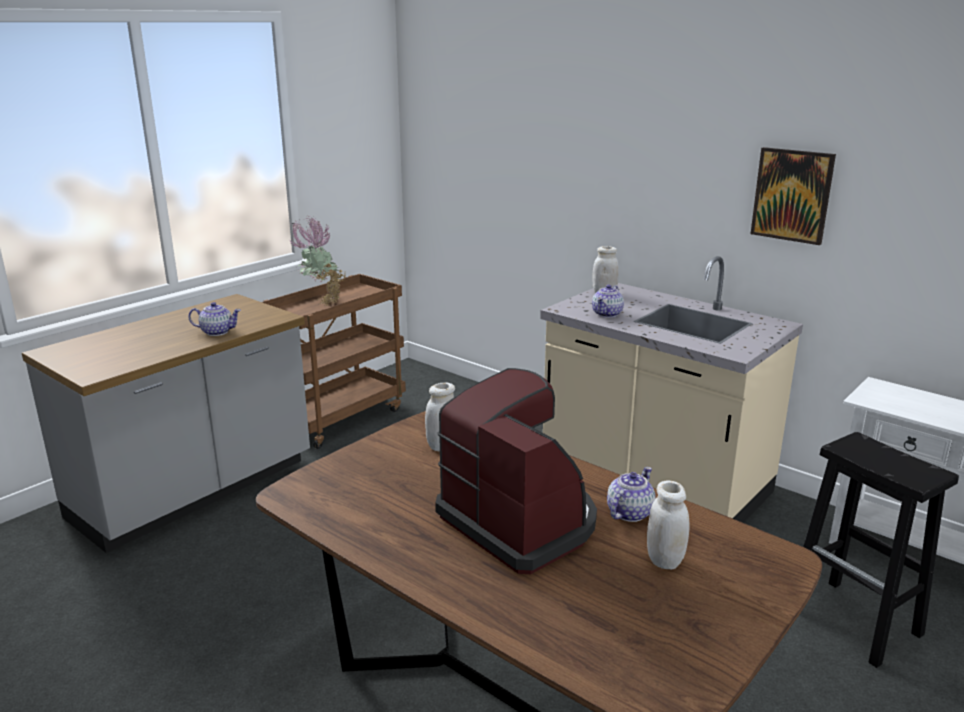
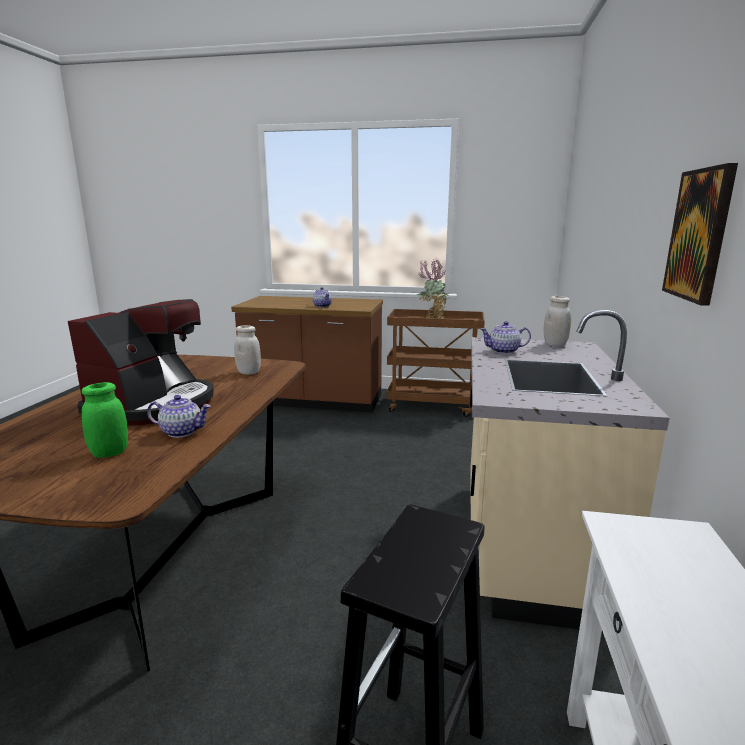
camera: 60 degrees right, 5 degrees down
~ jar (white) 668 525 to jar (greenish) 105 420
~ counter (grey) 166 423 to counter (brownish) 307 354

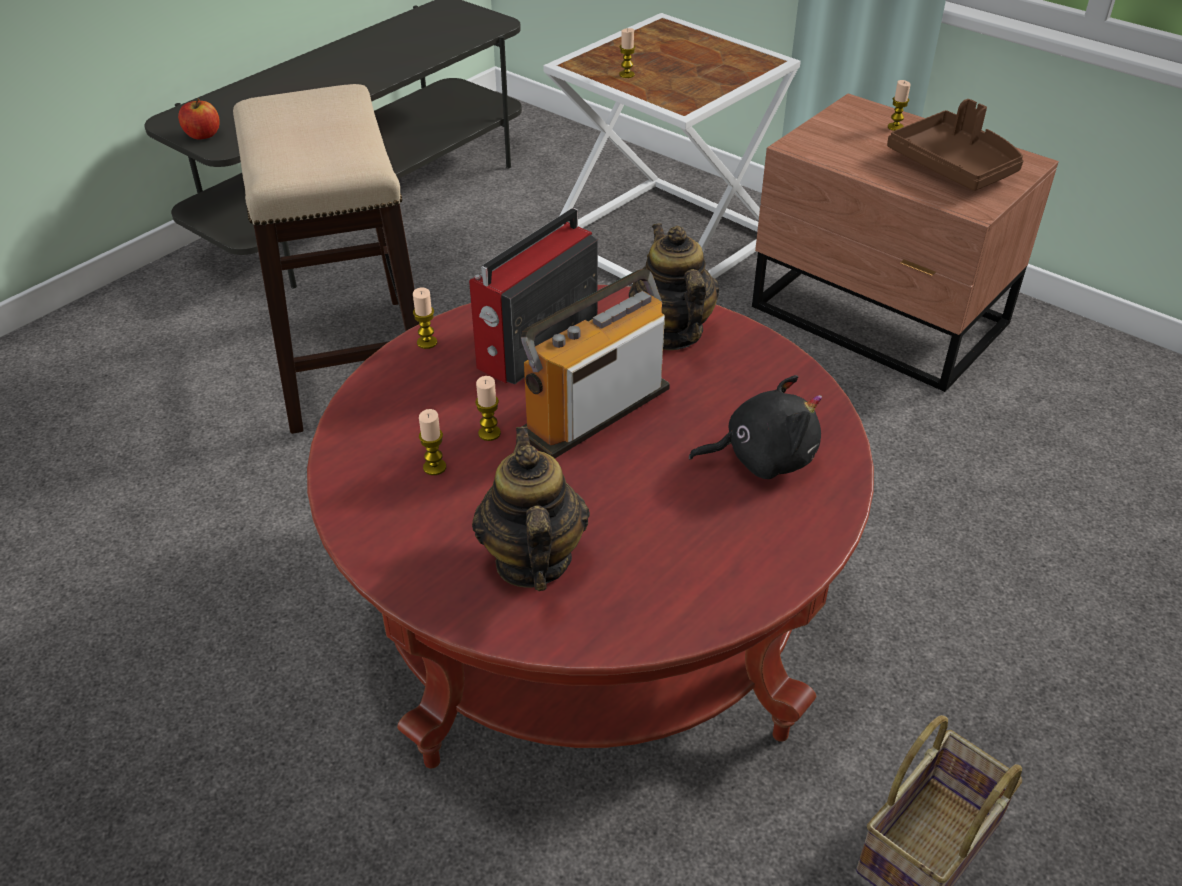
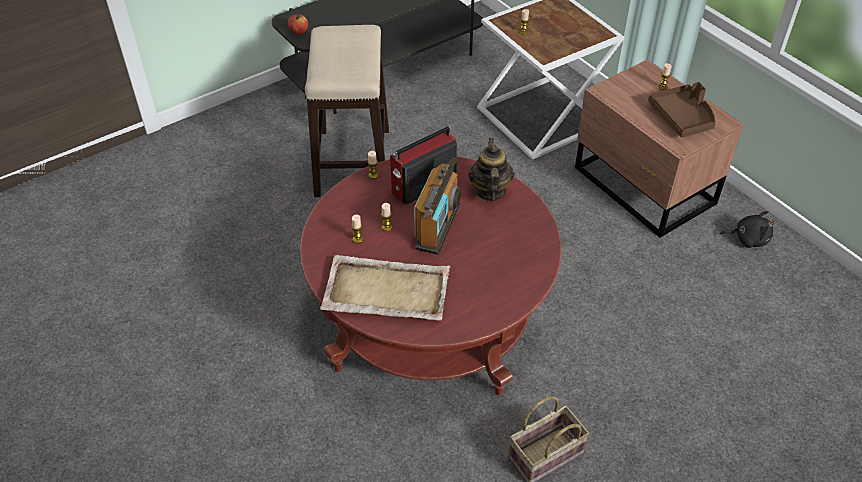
camera: 15 degrees right, 5 degrees up
~ pot for tea 531 509 to serving tray (beige) 385 288
~ radio 595 364 = 437 206 135 degrees clockwise
~ cuddly toy (blackish) 755 427 to 747 229

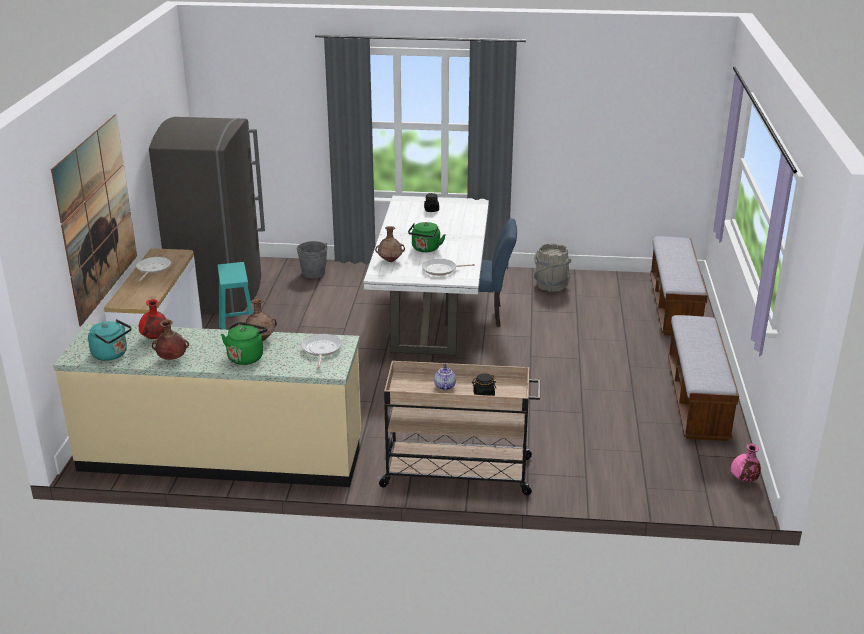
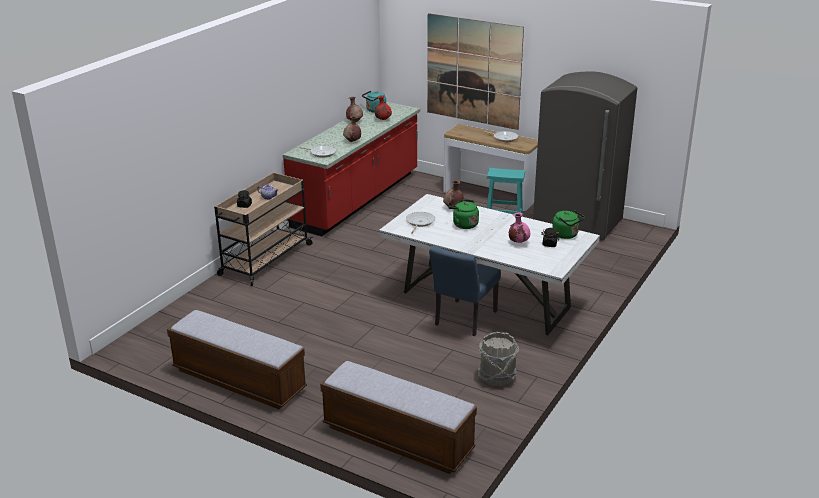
camera: 115 degrees right, 0 degrees up
~ counter (beige) 207 405 to counter (red) 351 169
~ vase (pink-coloured) 746 462 to 519 227
~ tea kettle (greenish) 244 343 to 568 224
- bucket (grey) 312 259

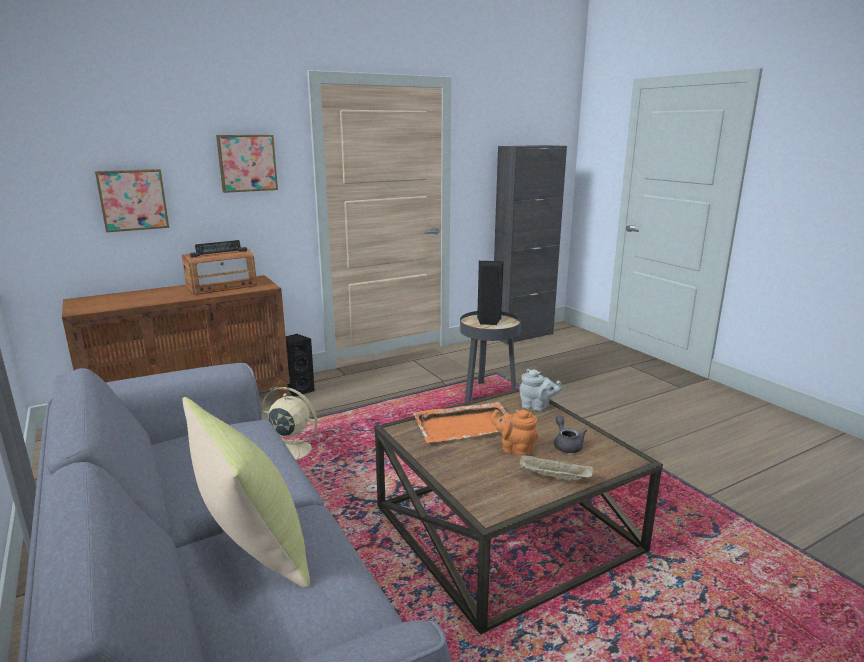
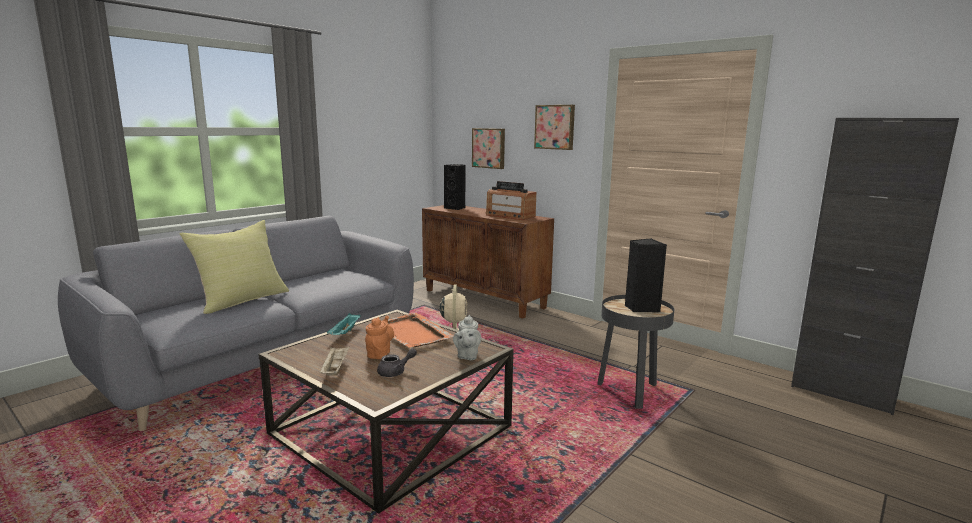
camera: 70 degrees right, 5 degrees down
+ serving tray (turquoise) 344 324
~ audio speaker (blackish) 300 365 to 455 187

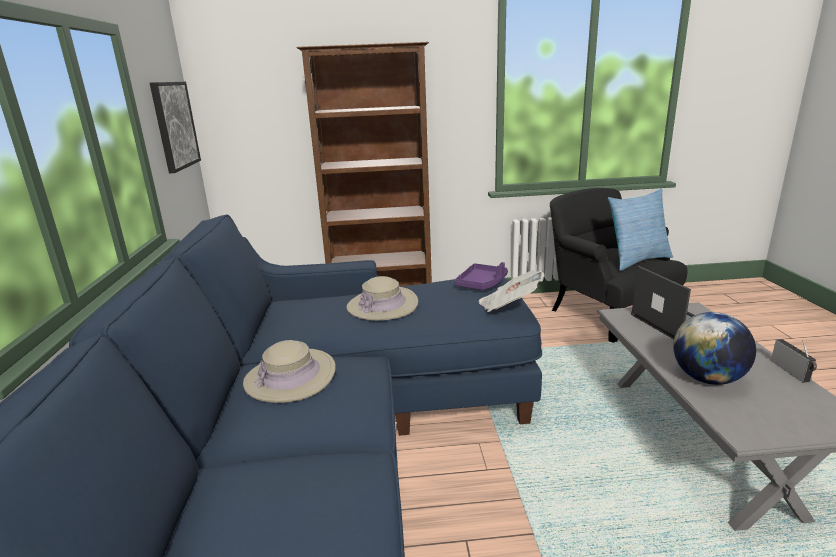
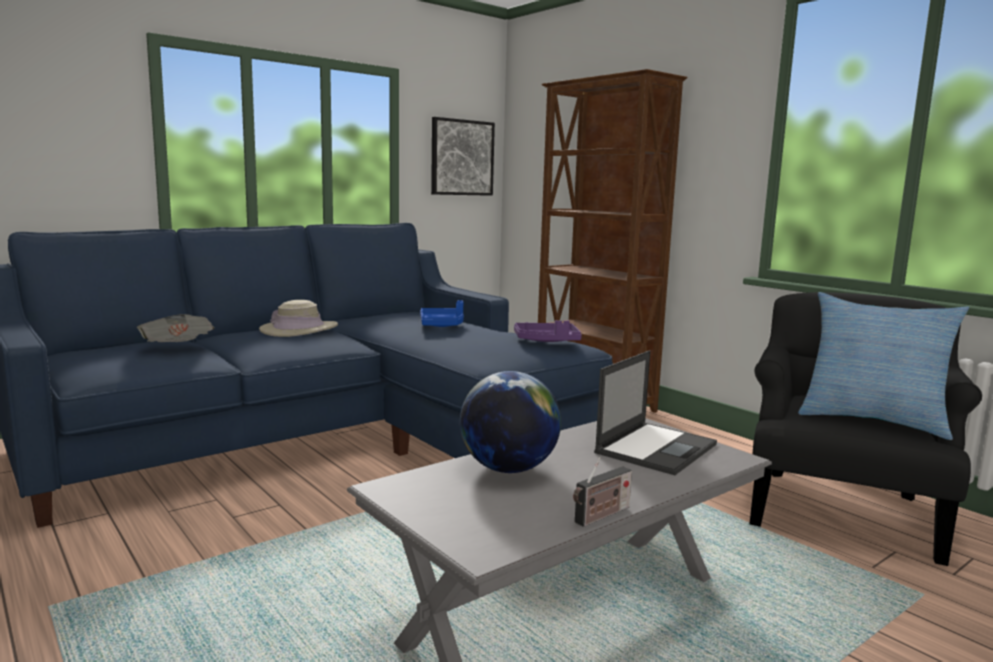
camera: 55 degrees right, 10 degrees down
~ newspaper 511 291 to 175 328
~ wearable hat (beige) 382 298 to serving tray (bluish) 442 313

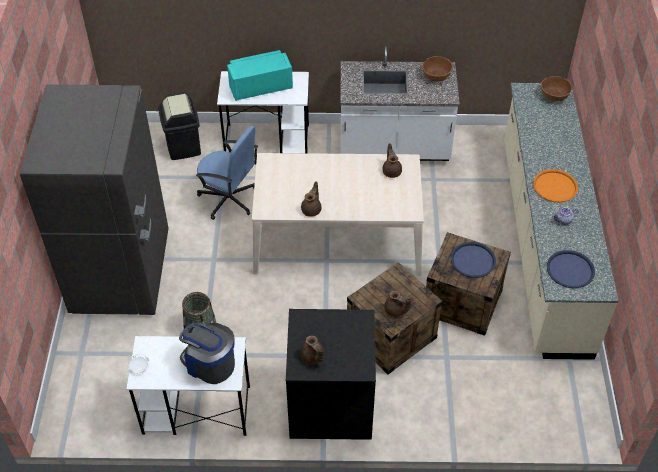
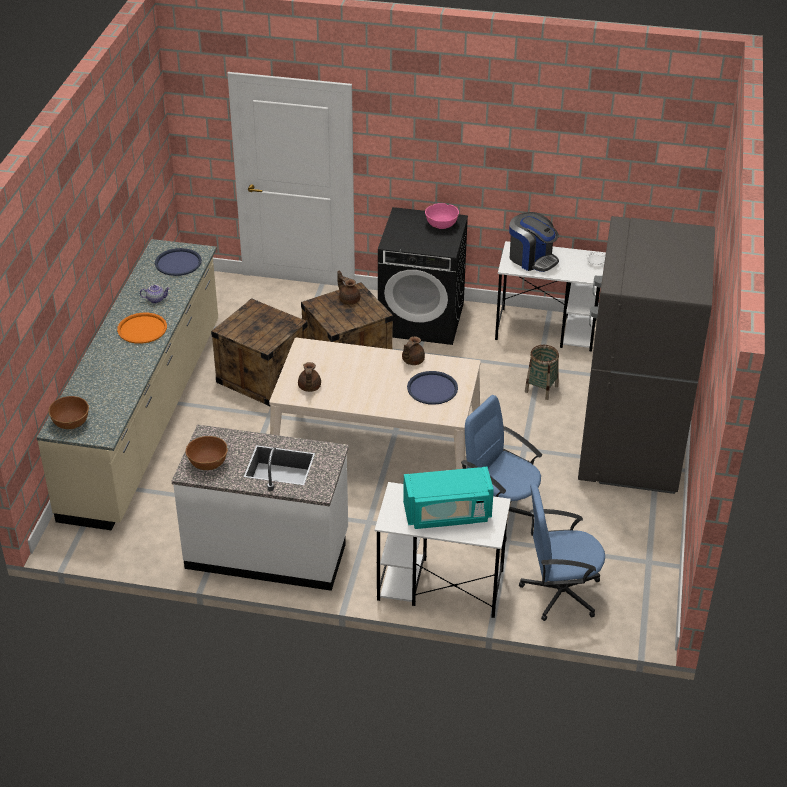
camera: 170 degrees left, 10 degrees down
~ serving tray (bluish) 473 260 to 432 388
~ pot for tea (brownish) 312 349 to serving bowl (pink-coloured) 442 216
~ waste bin (blackish) 179 126 to desk chair (bluish) 562 552

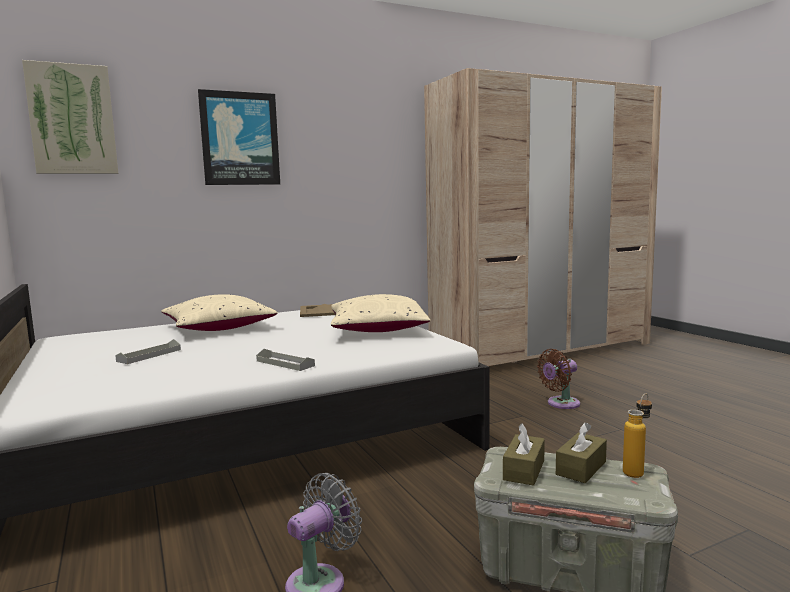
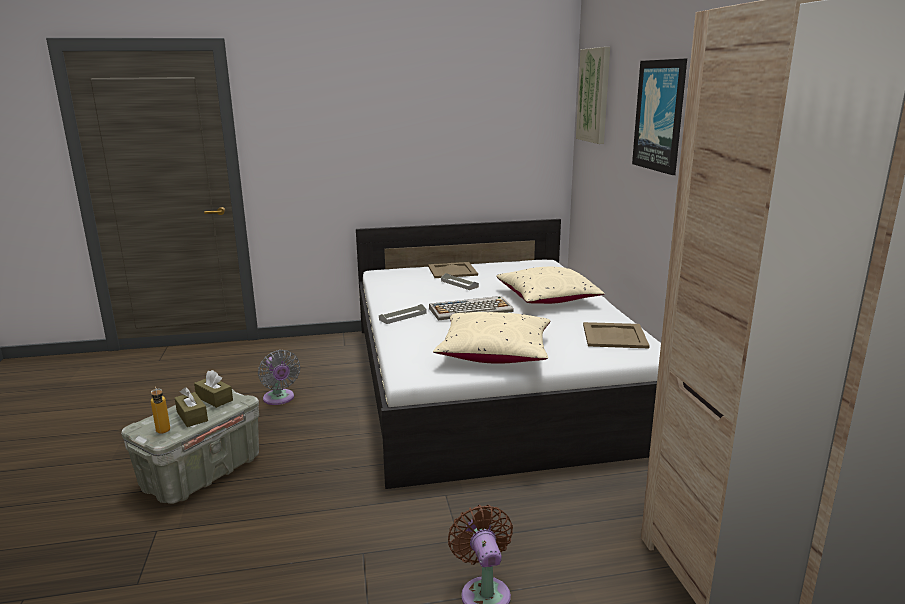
camera: 105 degrees right, 10 degrees up
+ serving tray (beige) 453 270
+ PC keyboard 471 308

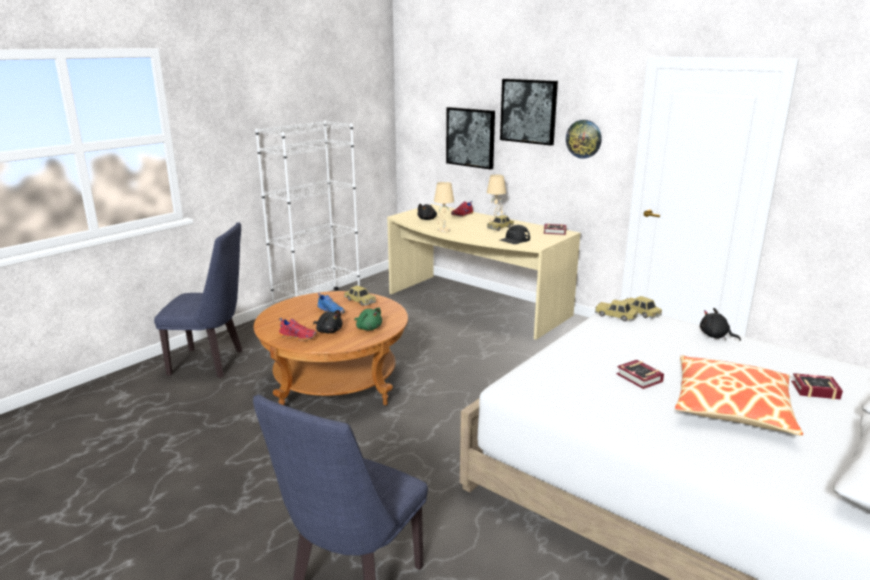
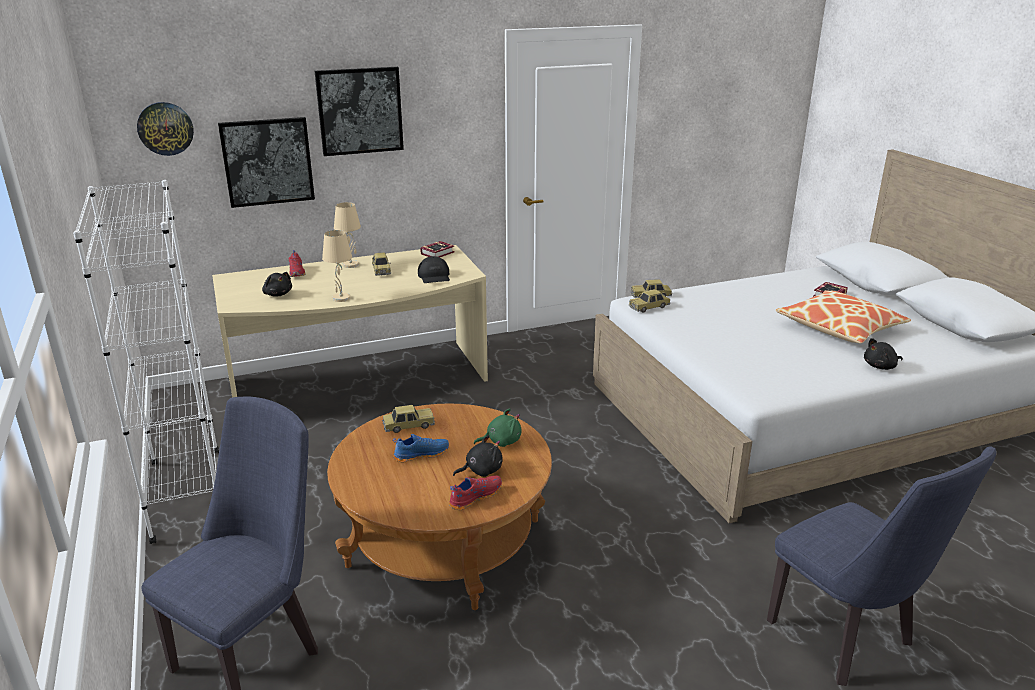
camera: 60 degrees left, 5 degrees up
~ clock on the wall 584 139 to 165 129
~ cuddly toy (blackish) 720 324 to 883 354
- book 640 374

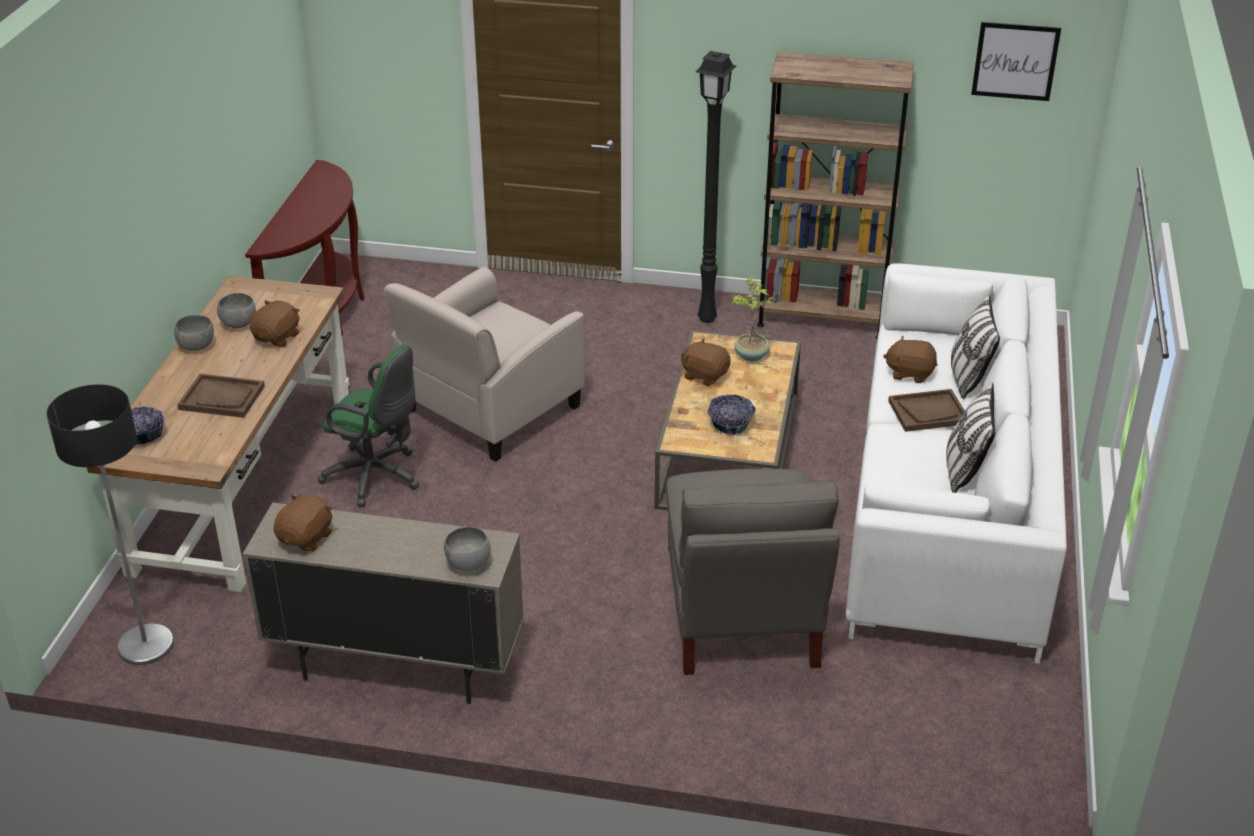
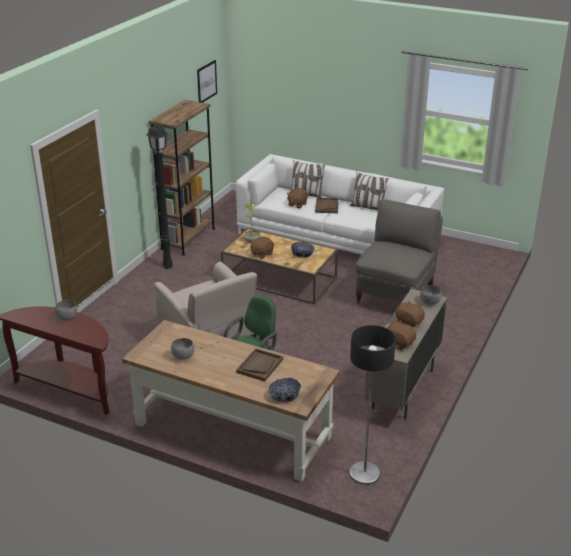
camera: 75 degrees left, 5 degrees down
~ serving bowl (grey) 194 333 to 66 310
~ armchair (grey) 753 572 = 399 252 75 degrees counterclockwise
~ cuddly toy (brownish) 275 323 to 410 314

